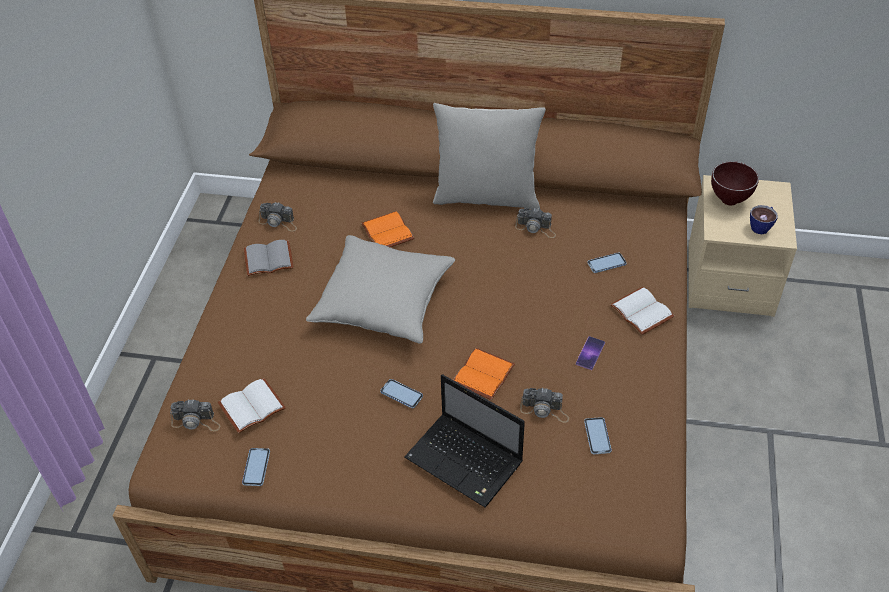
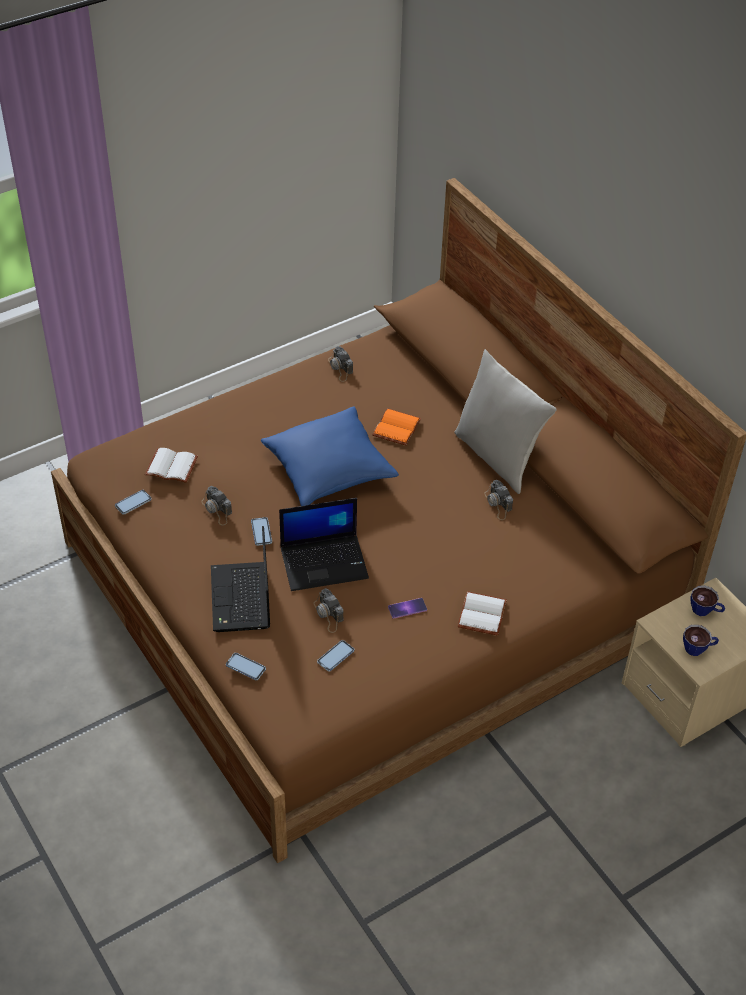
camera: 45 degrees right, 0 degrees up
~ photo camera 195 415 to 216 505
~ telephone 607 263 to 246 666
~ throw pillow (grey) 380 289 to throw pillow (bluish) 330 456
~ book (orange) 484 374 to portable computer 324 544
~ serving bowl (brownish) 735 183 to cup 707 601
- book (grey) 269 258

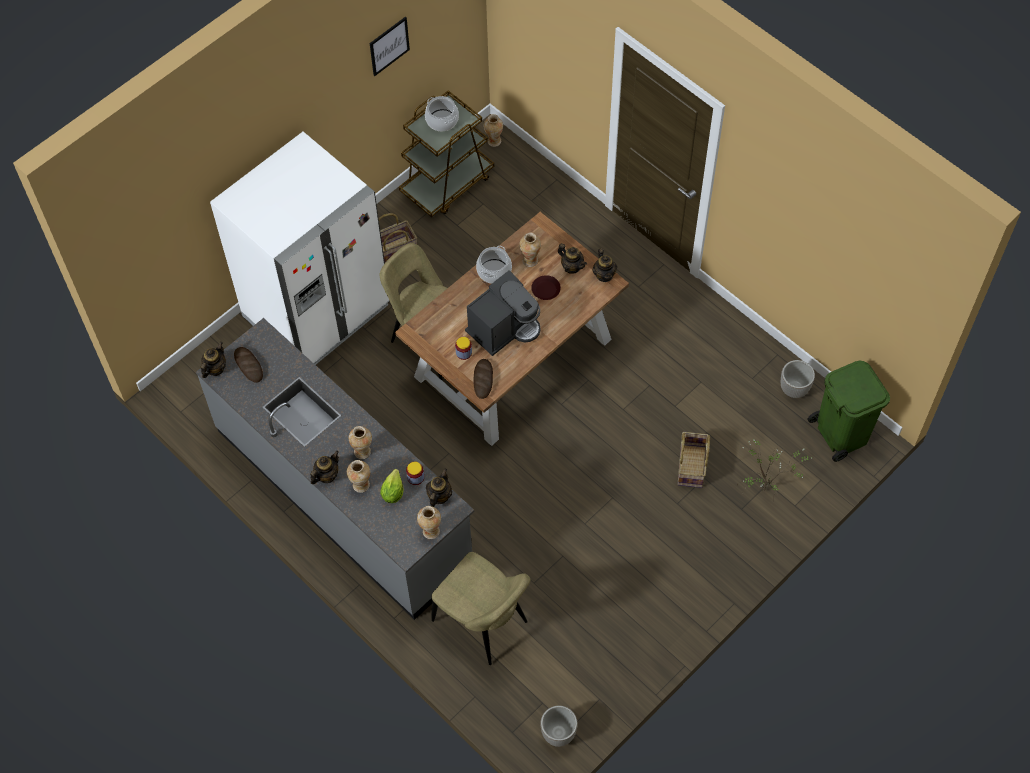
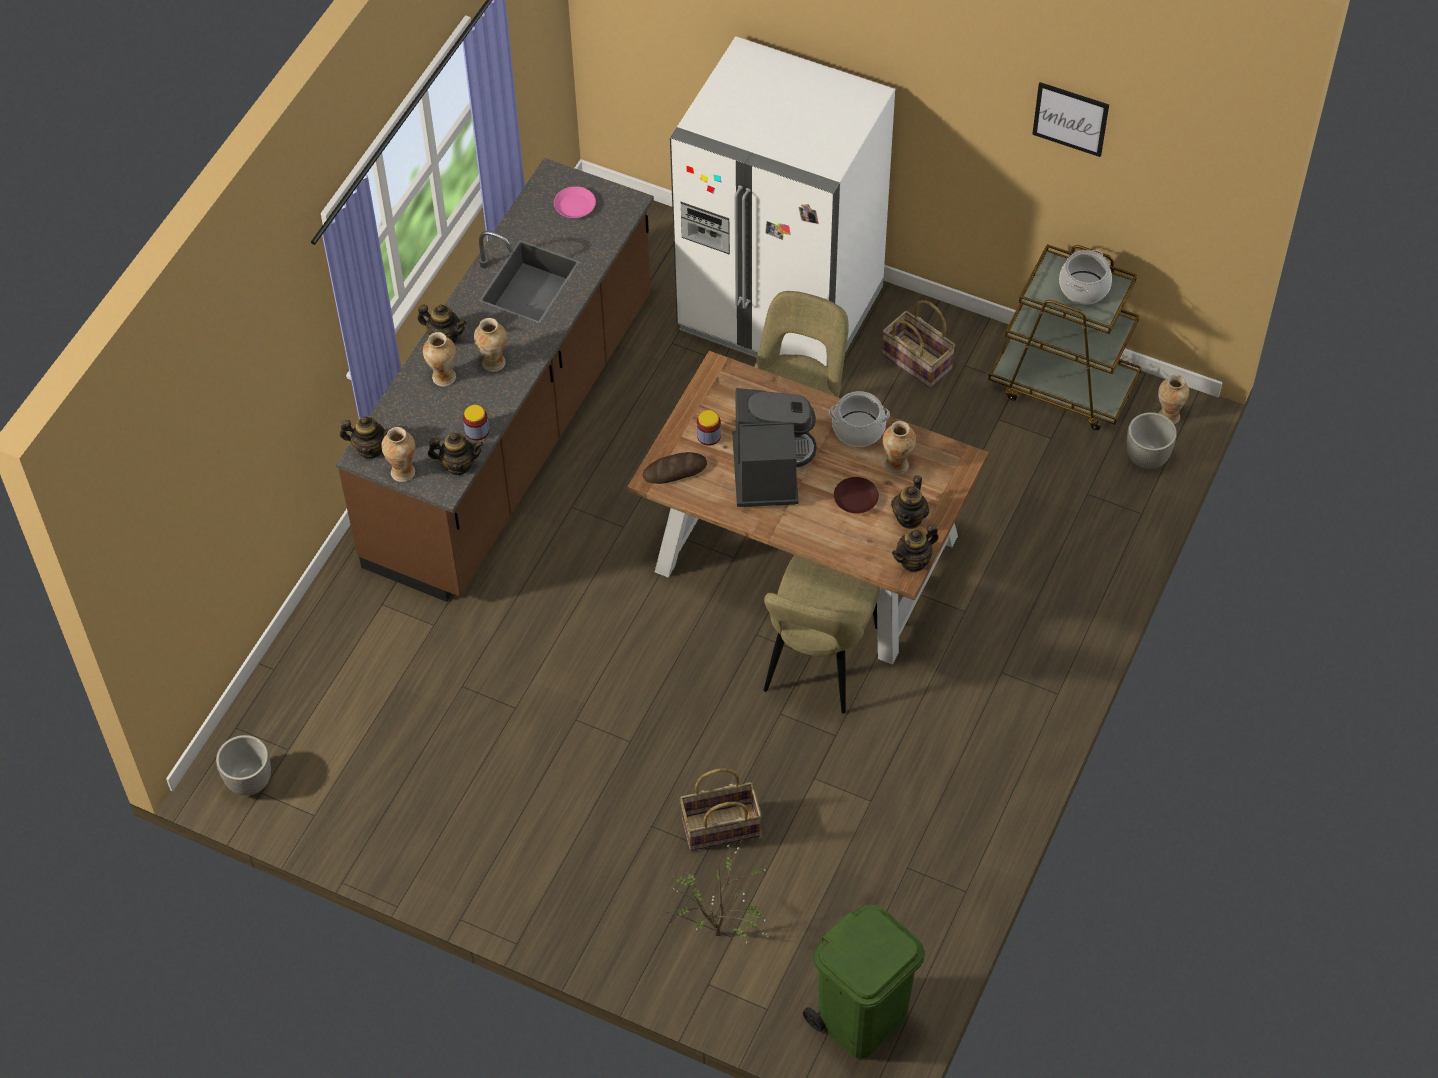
camera: 70 degrees right, 5 degrees down
~ counter (grey) 335 469 to counter (brownish) 495 380
~ pot for tea 213 360 to 365 437
~ bakery bread 248 365 to plate (pink-coloured) 575 202
~ coffee brewer 503 313 = 774 447 120 degrees counterclockwise
~ plain chair (beige) 481 608 to 822 634
~ flower pot 798 379 to 1152 440
- lettuce head 392 486

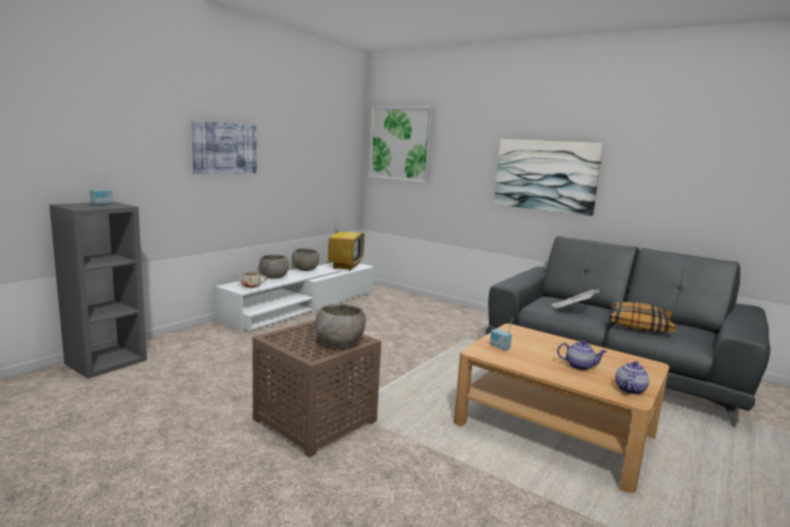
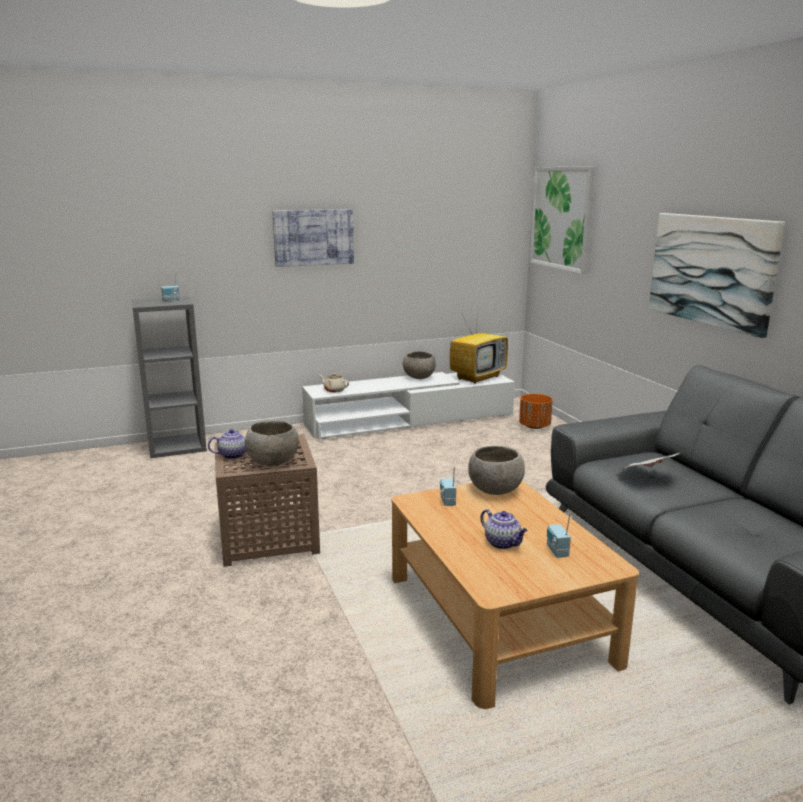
camera: 35 degrees right, 5 degrees up
~ pot for tea 632 378 to 227 444
~ serving bowl (grey) 274 267 to 496 470
+ flower pot (orange) 536 411
+ radio 559 535
- throw pillow 642 317

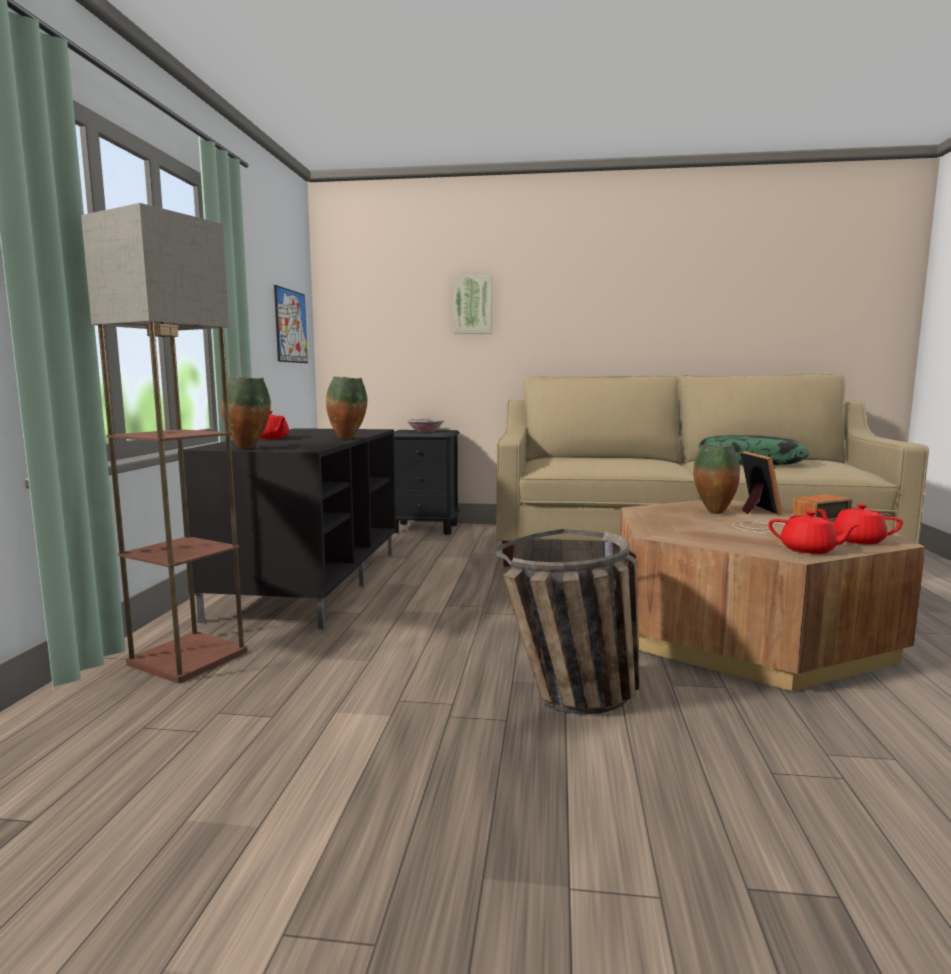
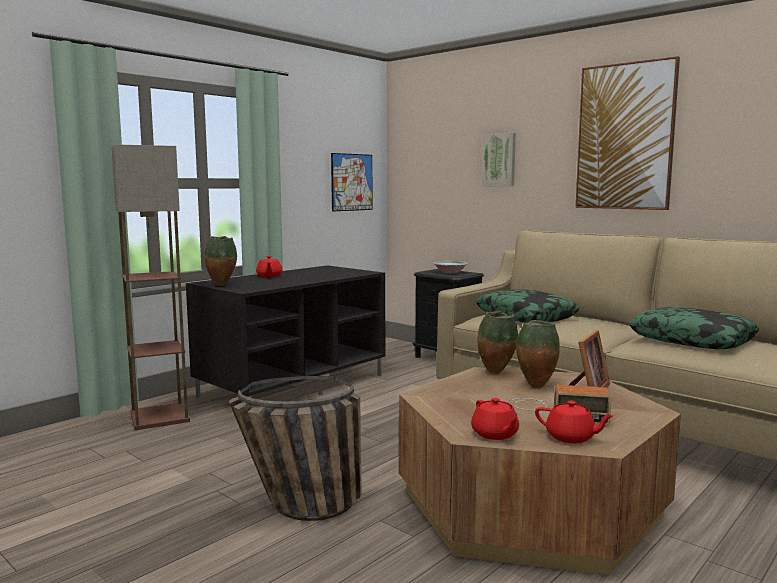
camera: 35 degrees right, 0 degrees up
+ throw pillow 527 306
~ vase 346 407 to 497 342
~ pot for tea (red) 859 524 = 574 422 150 degrees clockwise
+ wall art 627 133

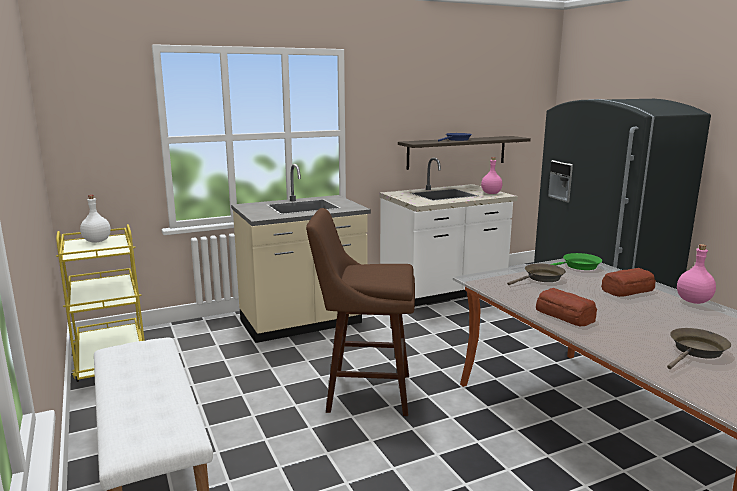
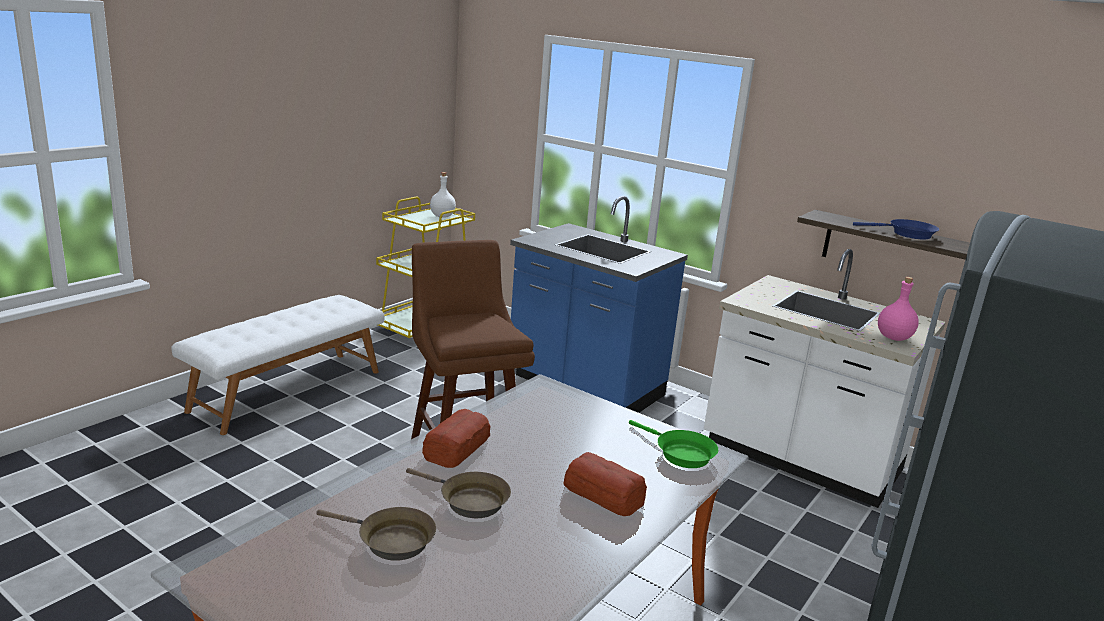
camera: 60 degrees right, 5 degrees up
~ skillet (brownish) 536 274 to 458 493
~ counter (beige) 301 253 to counter (bluish) 599 304
- bottle (pink-coloured) 696 274

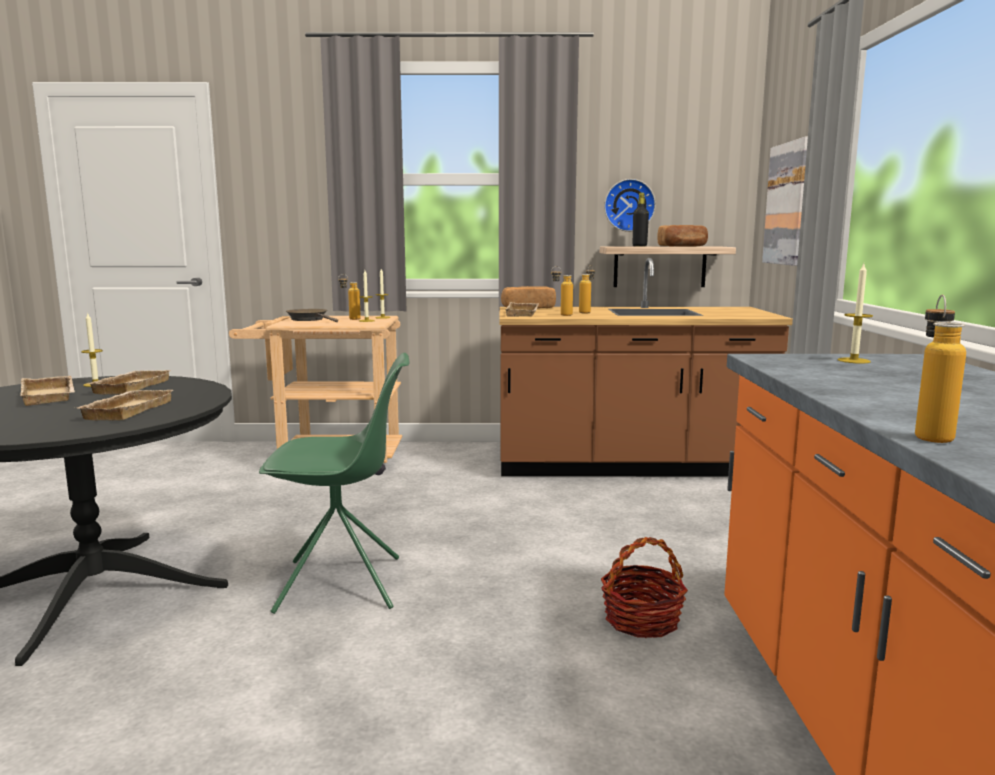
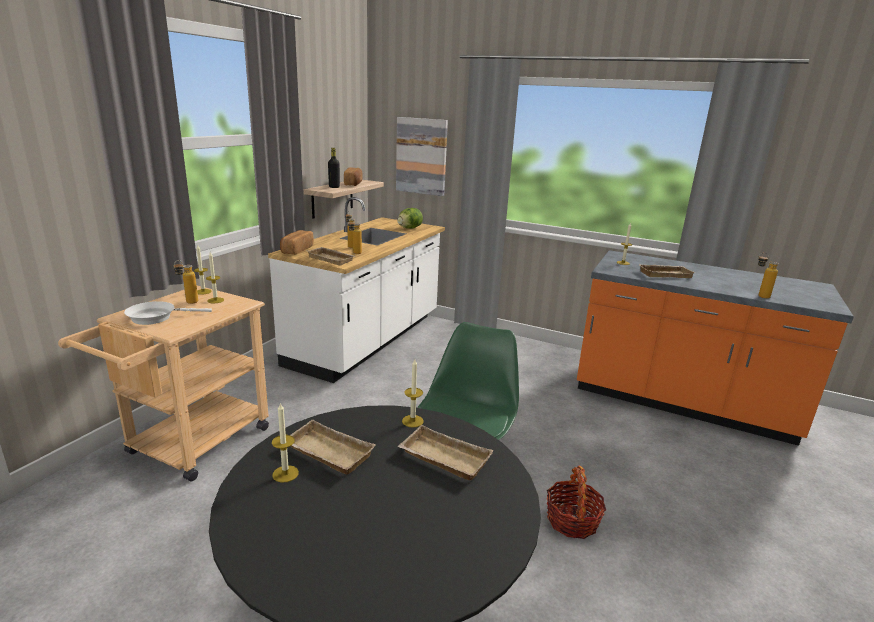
camera: 65 degrees left, 10 degrees up
~ skillet (brownish) 312 315 to skillet (white) 168 313
~ counter (brownish) 646 367 to counter (white) 356 290
+ lettuce head 410 218
+ wax light 413 393
~ storage basket 644 587 to 576 502
~ serving tray (beige) 47 391 to 666 271
- clock on the wall 630 205

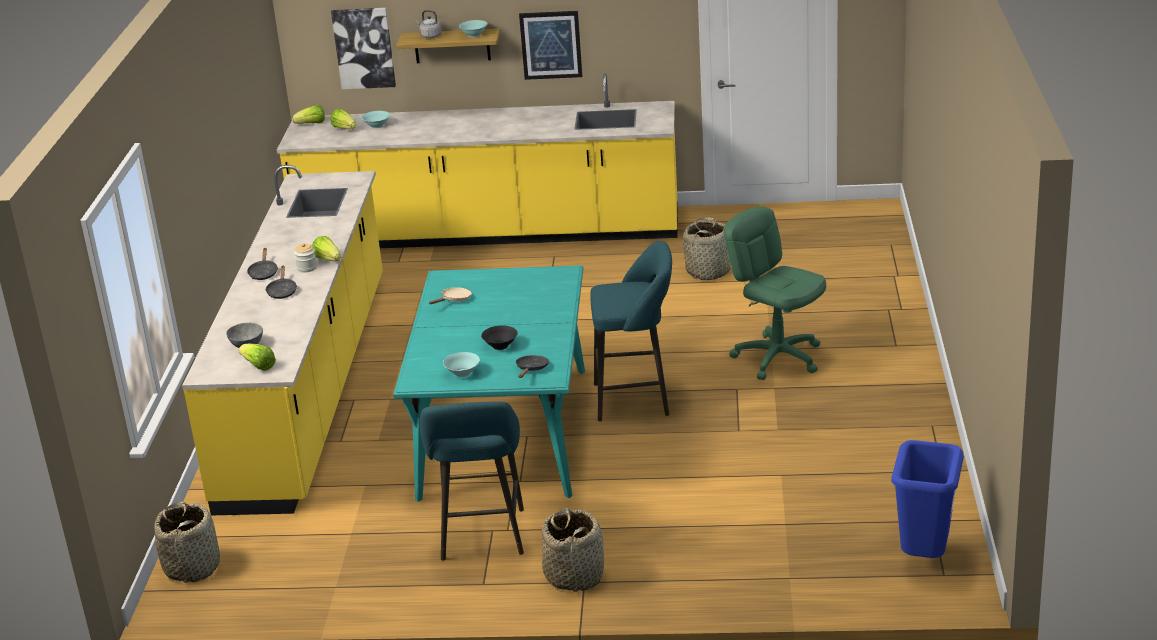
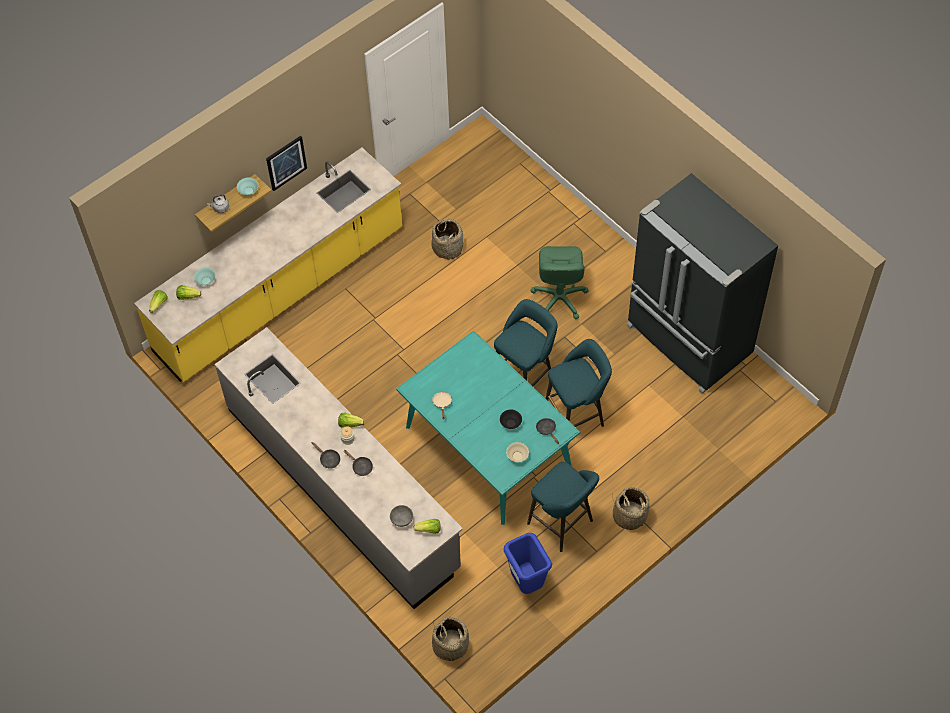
camera: 45 degrees left, 30 degrees up
~ counter (yellowish) 282 340 to counter (grey) 338 468
~ waste bin (bluish) 927 499 to 528 563
~ serving bowl (turquoise) 461 364 to serving bowl (beige) 517 452
~ desk chair (greenish) 775 293 = 559 282 90 degrees counterclockwise
+ stool (turquoise) 579 383
+ kitchen fridge (blackish) 702 283
- wall art 363 48

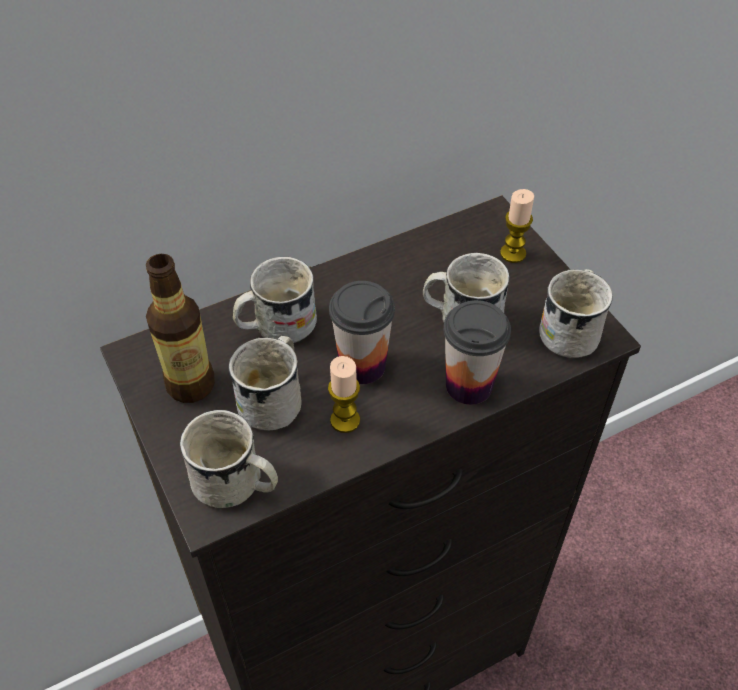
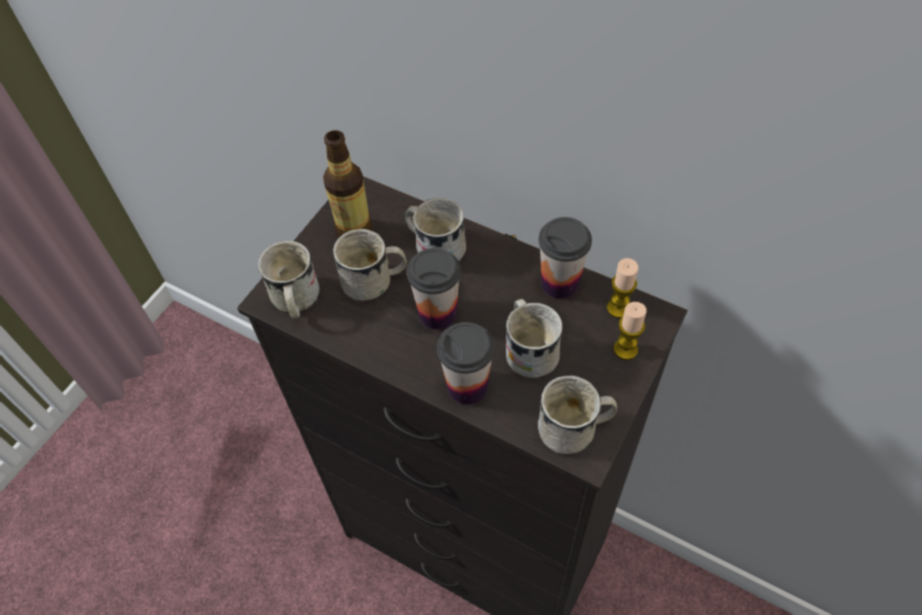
camera: 60 degrees right, 5 degrees up
+ cup 565 258
~ wax light 344 394 to 622 288

